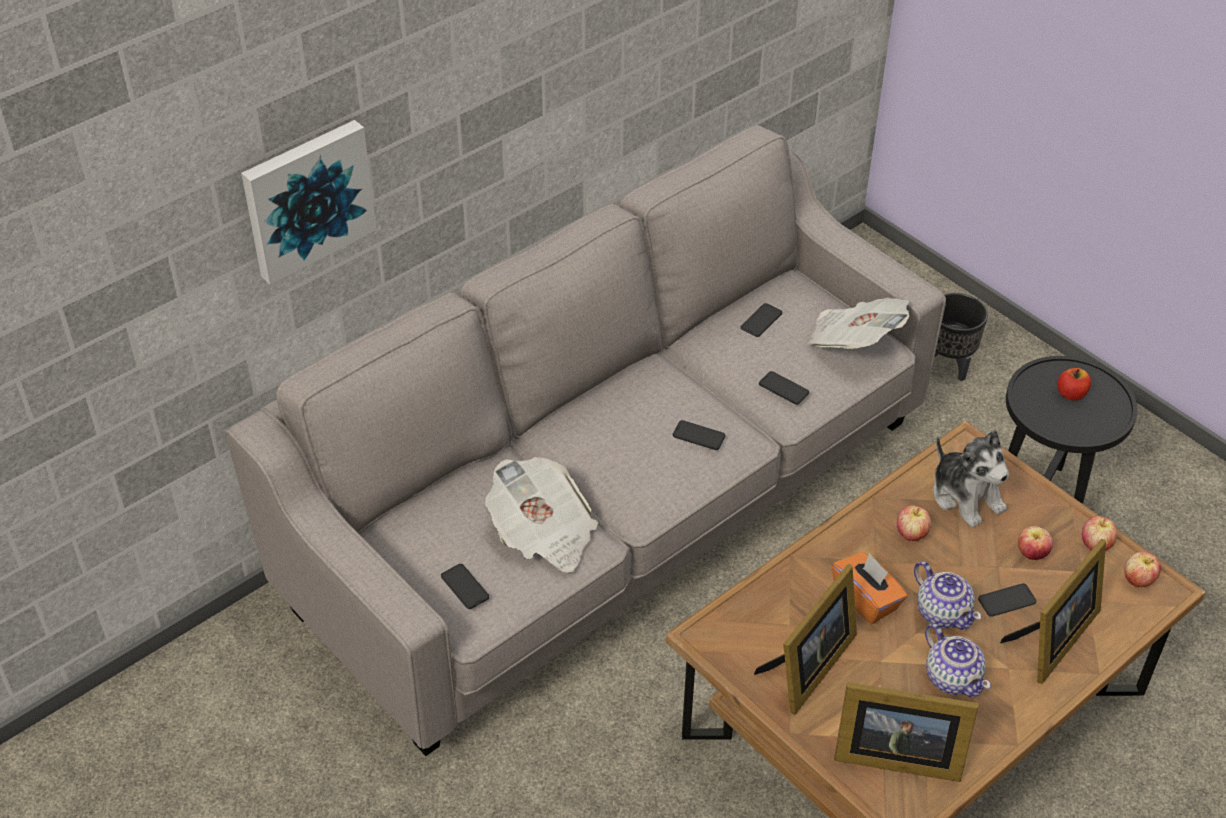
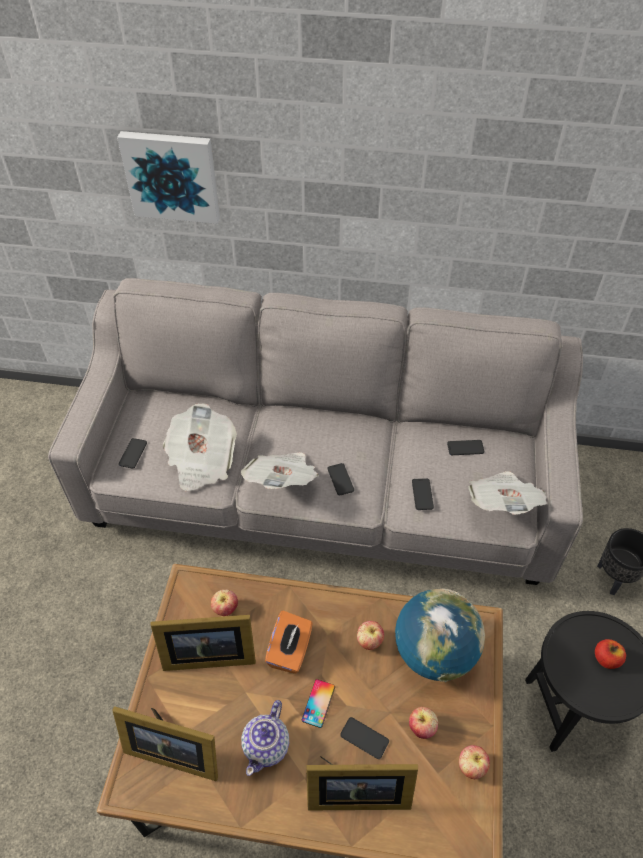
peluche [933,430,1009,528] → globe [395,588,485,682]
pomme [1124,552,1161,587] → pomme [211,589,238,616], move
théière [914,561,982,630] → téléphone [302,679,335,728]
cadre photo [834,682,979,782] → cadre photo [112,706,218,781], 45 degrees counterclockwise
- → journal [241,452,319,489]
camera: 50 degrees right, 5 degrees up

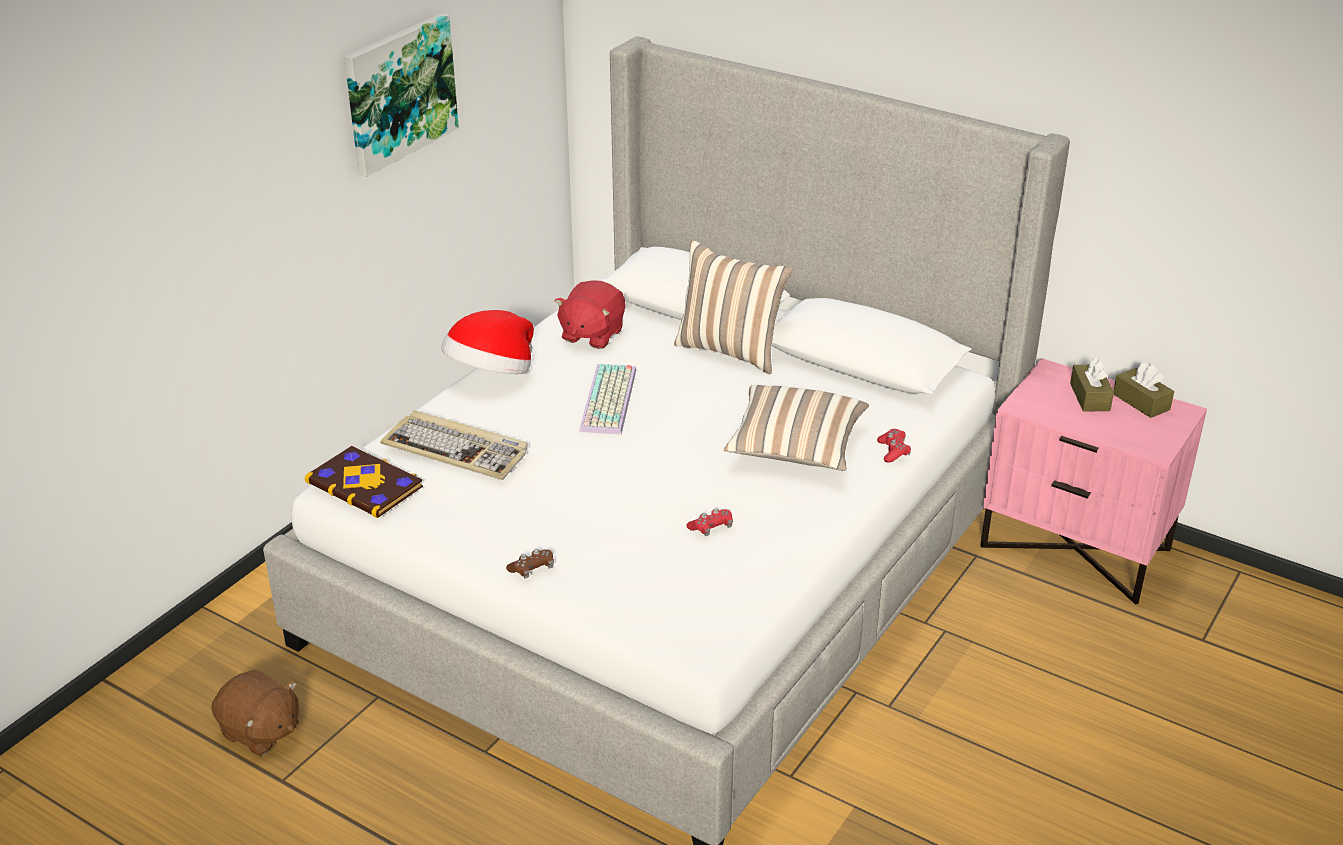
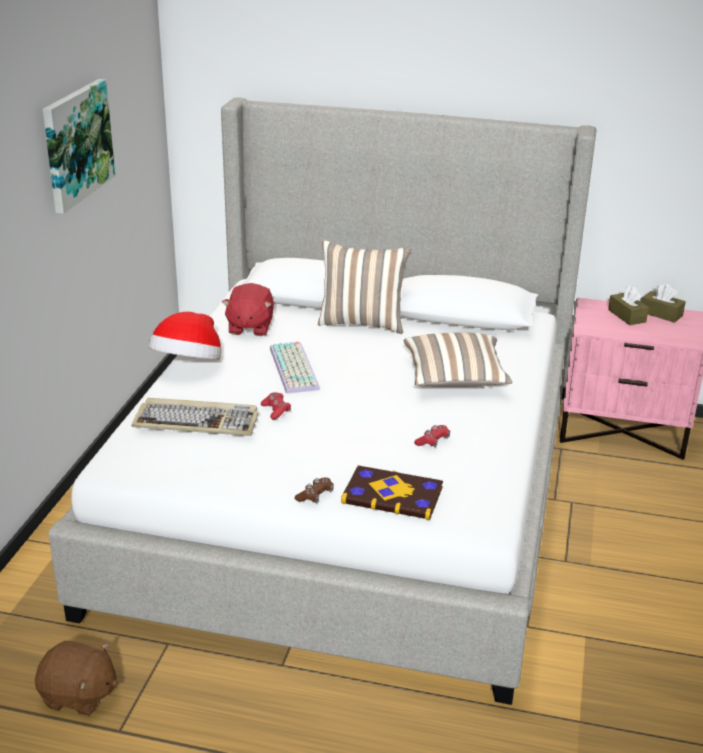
manette (rouge) [877,429,911,463] → manette (rouge) [261,392,291,420], move
livre [305,446,423,518] → livre [341,465,443,520], move
camera: 20 degrees left, 5 degrees down

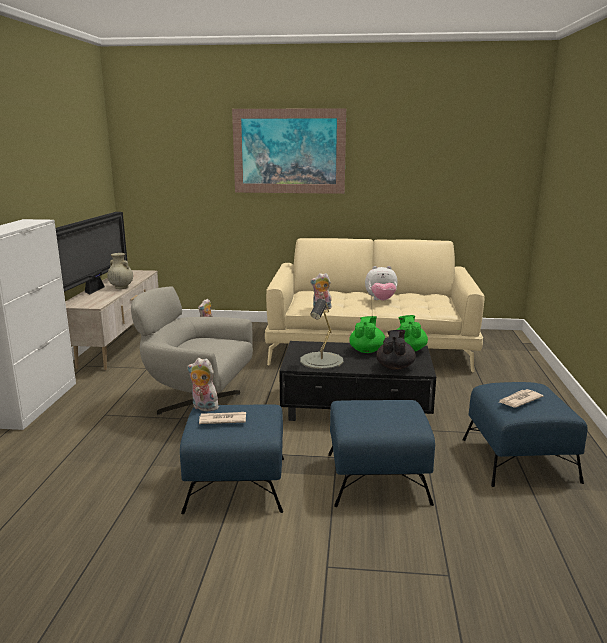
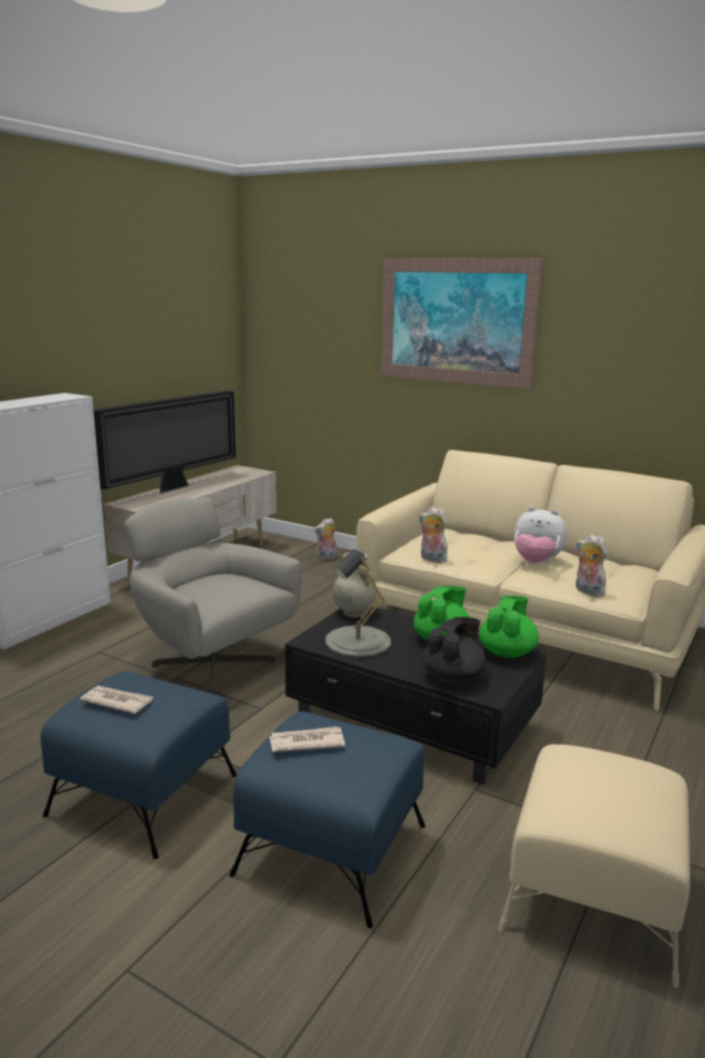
vase (beige) [107,253,133,289] → vase (beige) [333,552,377,618], move
peluche [187,358,219,411] → peluche [576,534,607,597], move
pouf (bleu) [463,382,588,487] → pouf (beige) [498,744,690,988]
journal [498,389,543,408] → journal [269,726,345,752], move
camera: 25 degrees right, 0 degrees up

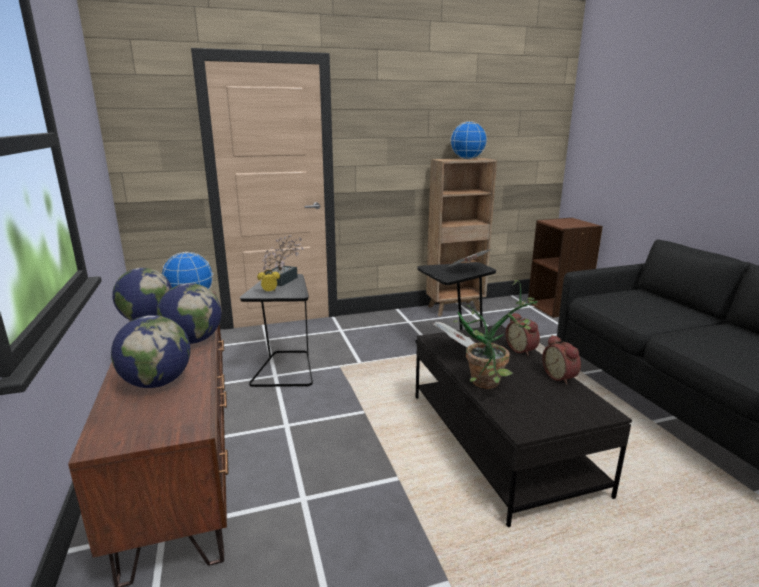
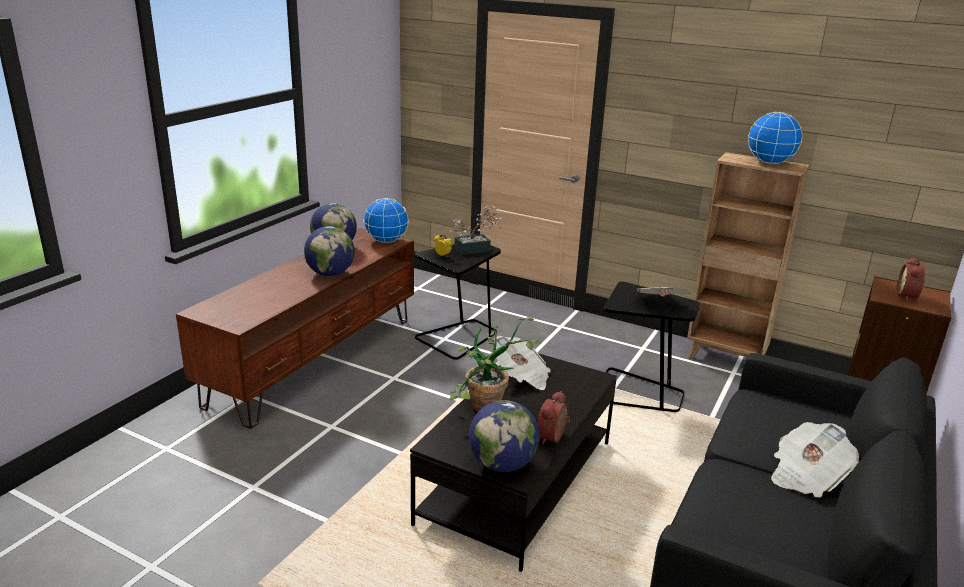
réveil [506,313,540,356] → réveil [897,257,925,301], move
globe [111,315,191,388] → globe [469,400,540,472], move
- → journal [771,422,859,498]
camera: 45 degrees right, 5 degrees up

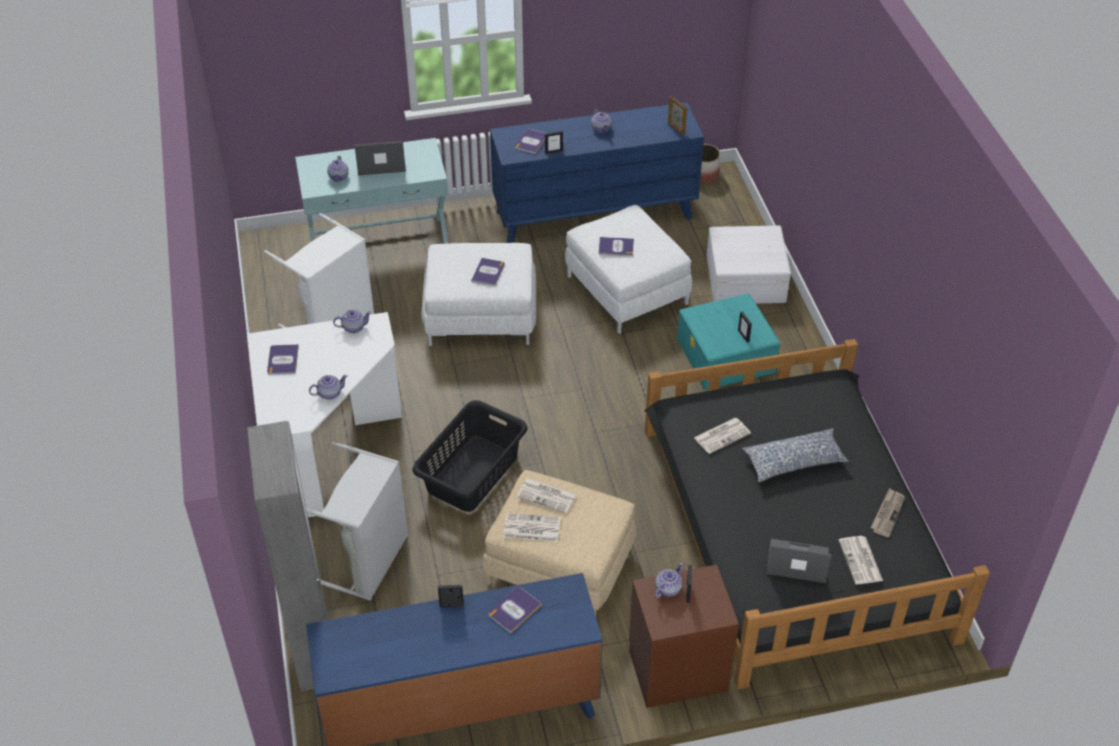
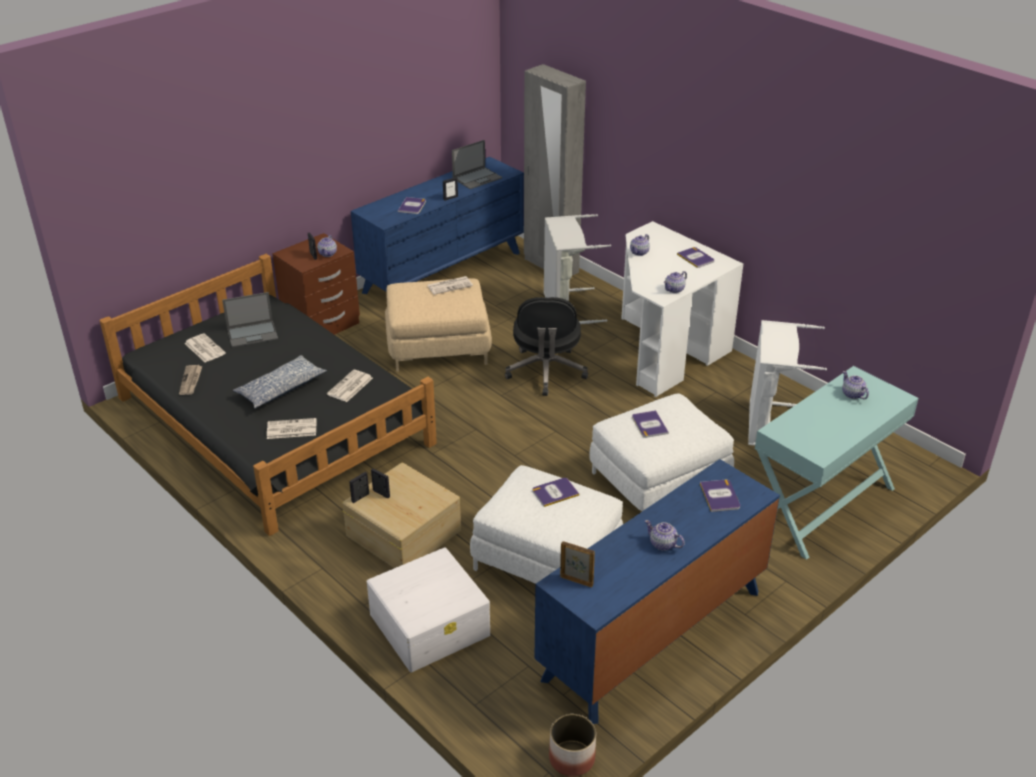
cadre photo [545,131,563,154] → cadre photo [349,472,369,503], move
ordinateur portable [354,141,406,176] → ordinateur portable [452,140,502,189], move
boîte de rangement (turquoise) [677,293,780,390] → boîte de rangement (beige) [342,463,461,568]
panier à linge (noir) [412,400,528,512] → chaise de bureau (noir) [505,297,588,396]
journal [517,478,577,513] → journal [267,418,316,439], move
camera: 150 degrees right, 10 degrees down

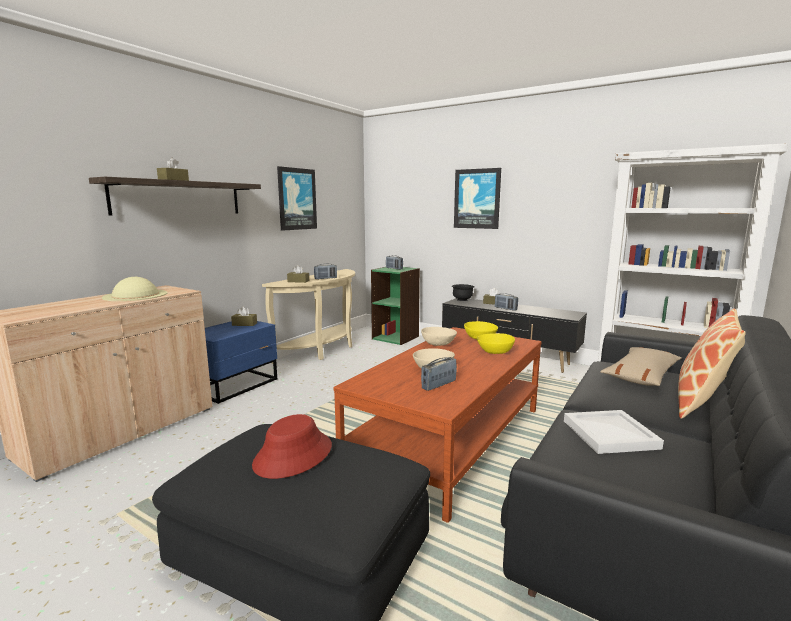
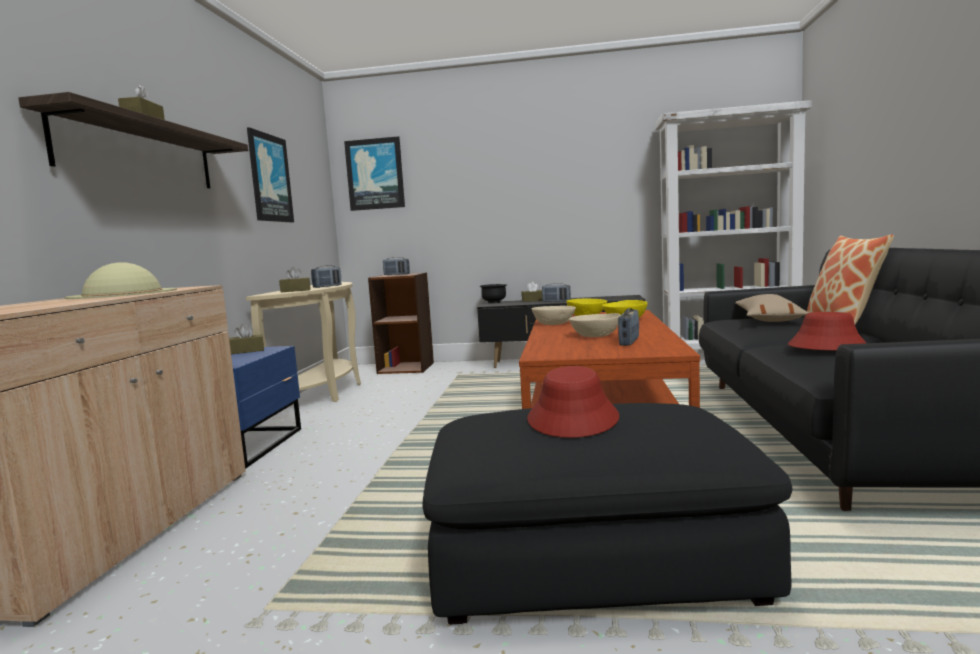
tableau [454,168,501,229] → tableau [344,136,405,211], move
bibliothèque (vert) [371,267,420,345] → bibliothèque (marron) [368,272,434,374]
plateau (blanc) [564,410,664,454] → chapeau (rouge) [788,312,866,350]
camera: 25 degrees left, 5 degrees down

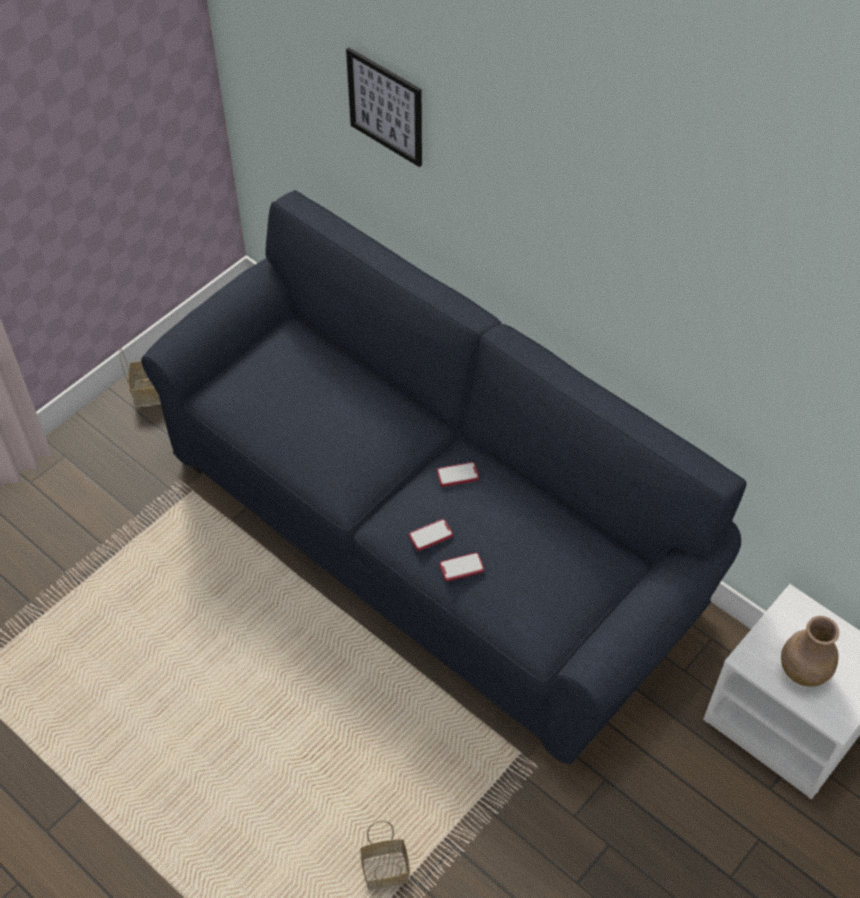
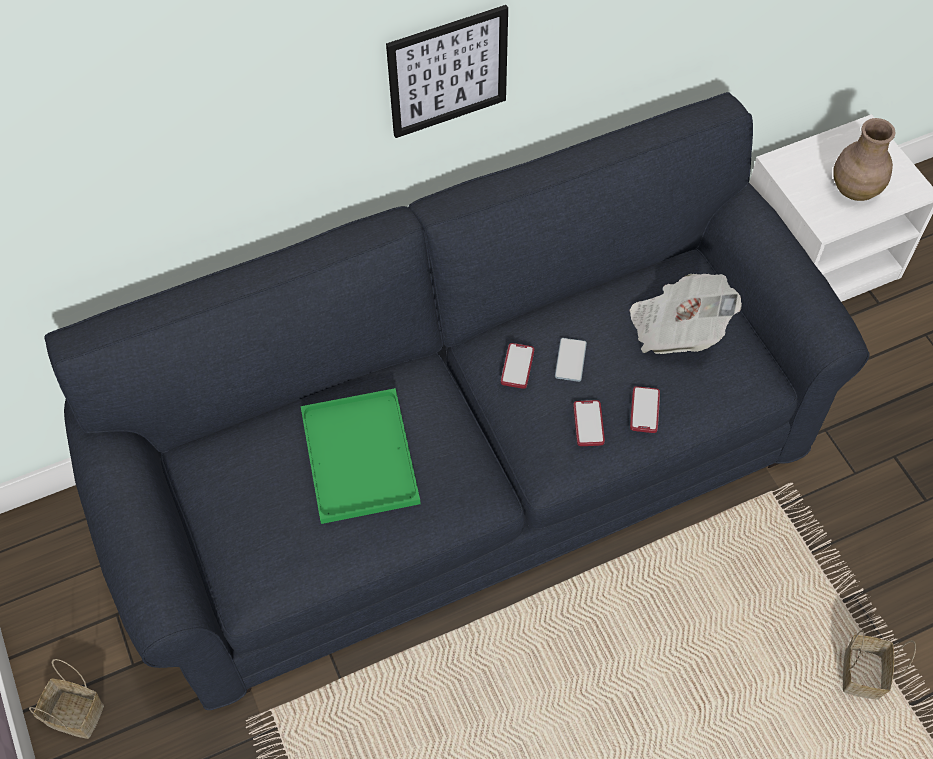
tableau [346,47,422,167] → tableau [386,5,508,138], move
- → journal [629,273,742,354]
- → téléphone [555,338,587,382]
- → plateau (vert) [301,388,421,524]
camera: 65 degrees left, 5 degrees up

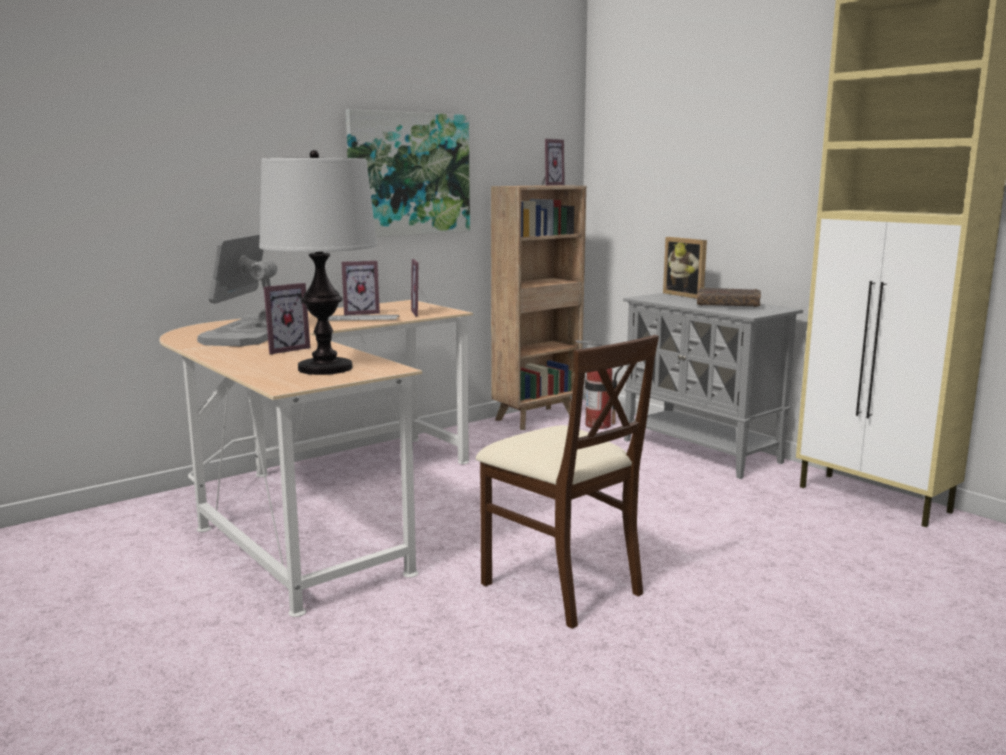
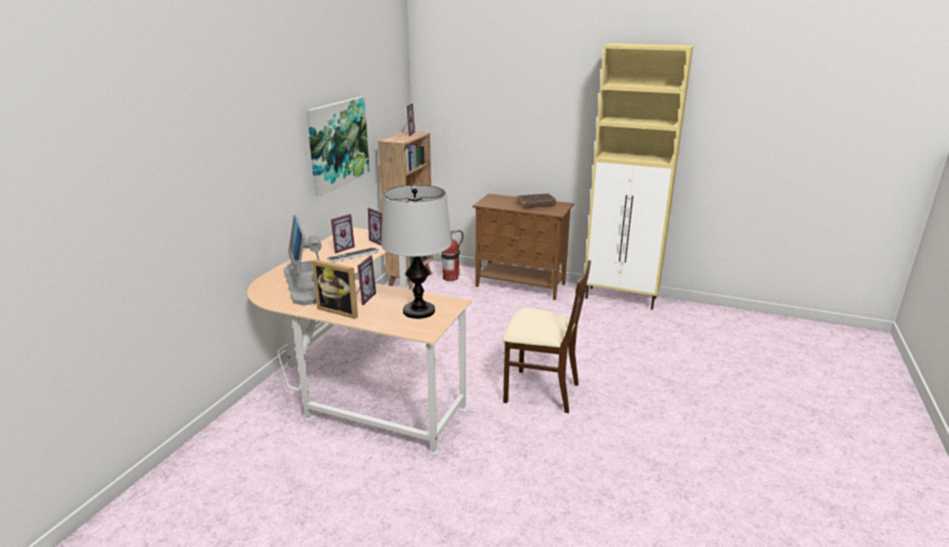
cadre photo [663,237,707,299] → cadre photo [312,260,358,319], move
meuble de rangement (gris) [623,293,803,479] → meuble de rangement (marron) [473,194,574,300]
camera: 30 degrees left, 10 degrees up

